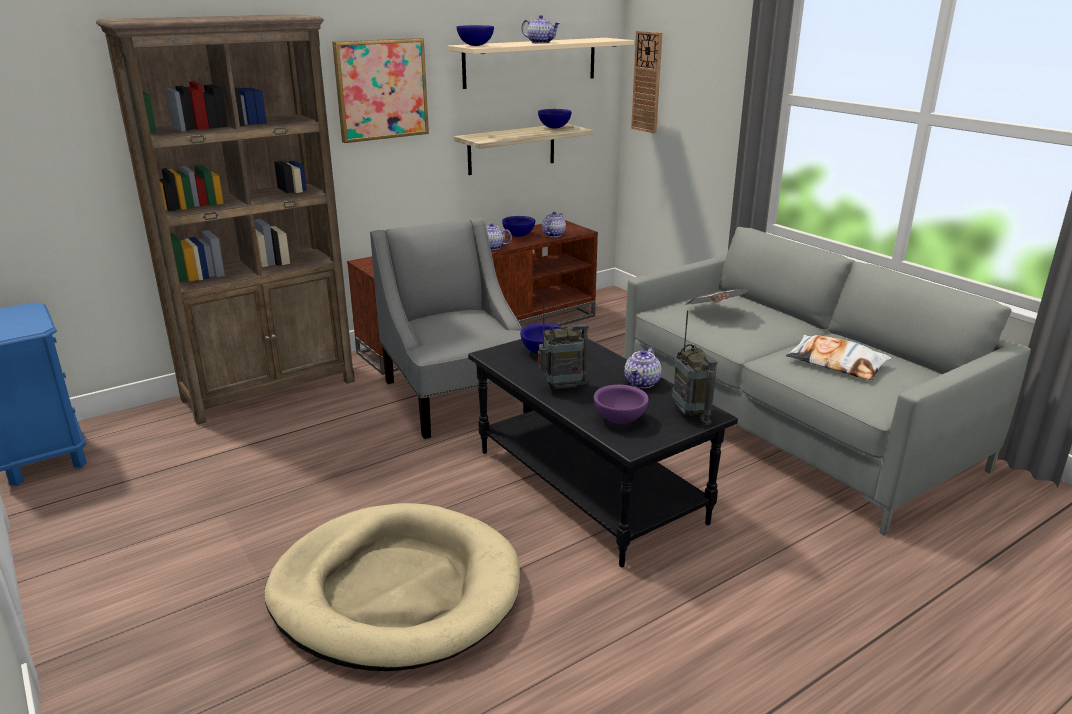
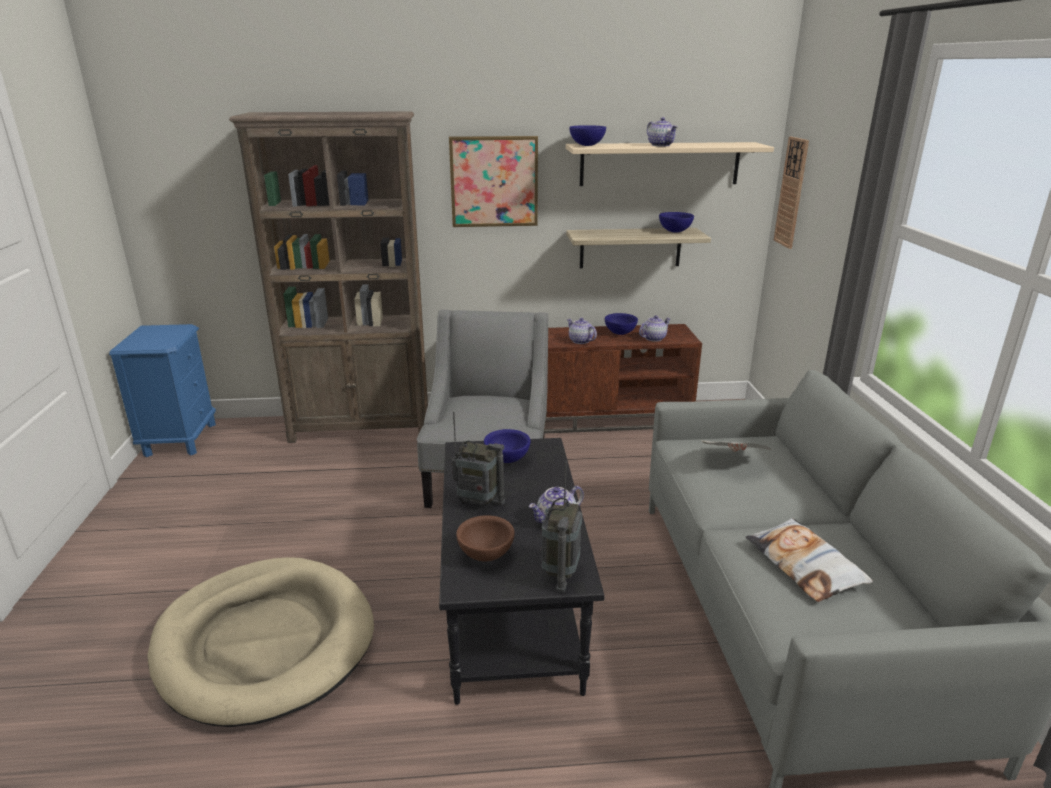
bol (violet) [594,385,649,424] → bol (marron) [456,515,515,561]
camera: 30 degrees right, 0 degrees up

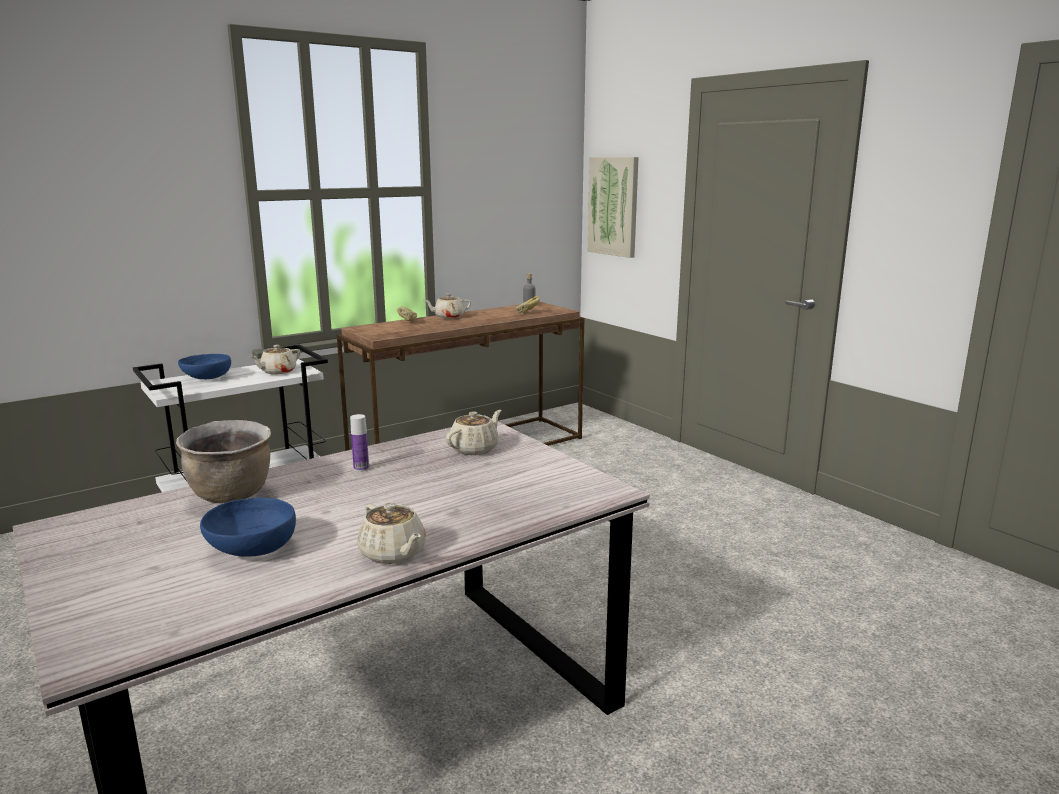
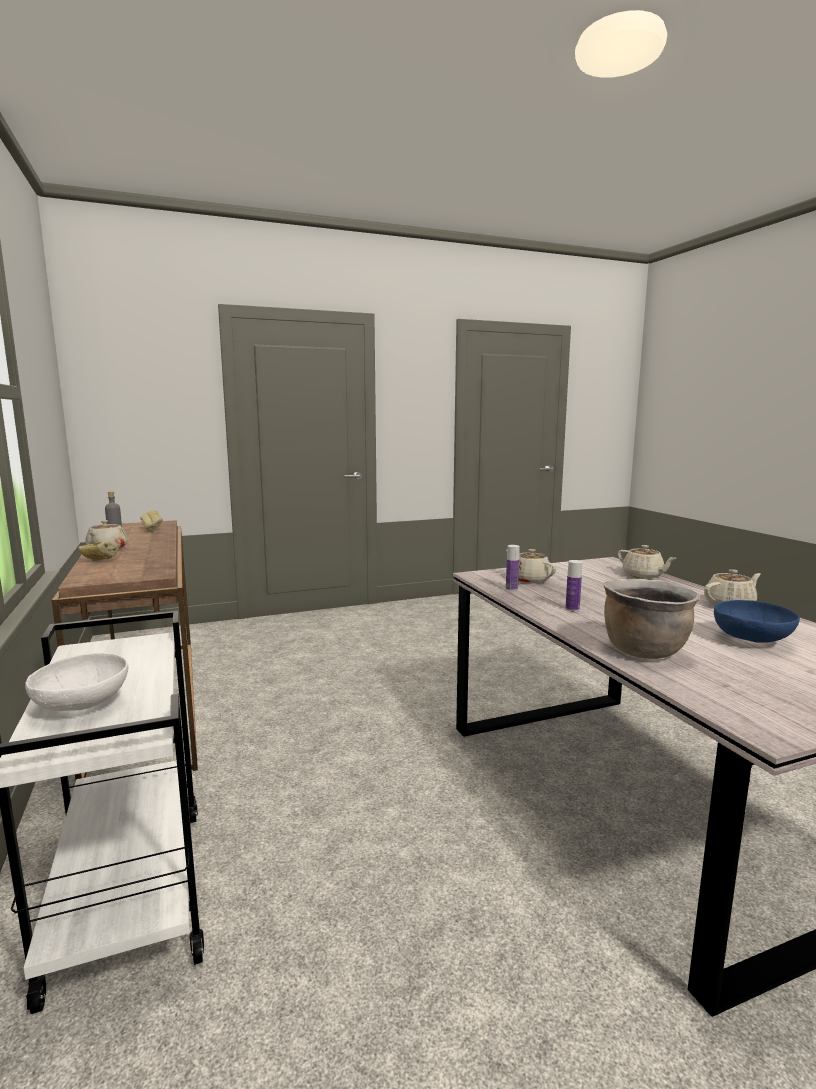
tableau [588,157,638,258] → -
théière (beige) [250,345,301,375] → théière (beige) [618,545,677,579], move
bol (bleu) [178,354,231,379] → bol (blanc) [25,653,128,711]
- → bouteille [506,545,520,591]
camera: 75 degrees left, 5 degrees down

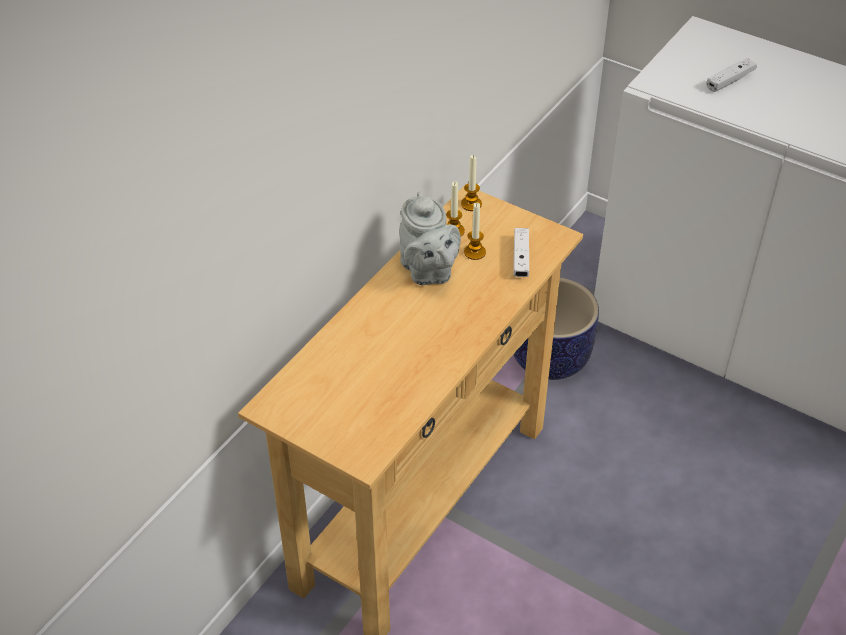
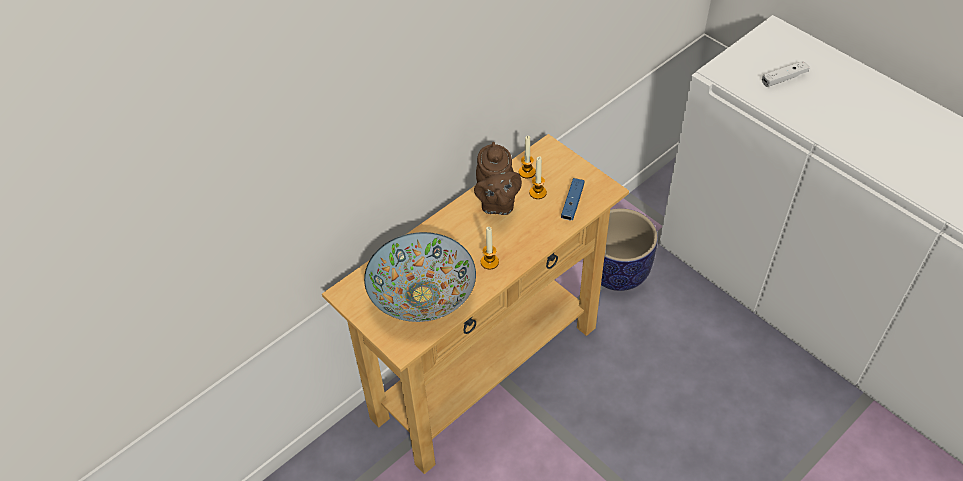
bougie [461,155,482,211] → bougie [481,227,499,270], move
théière (gris) [399,191,461,285] → théière (marron) [474,142,522,215]
manette (blanc) [513,228,529,277] → manette (bleu) [561,178,584,220]
- → bol [364,232,476,322]
camera: 15 degrees right, 5 degrees up

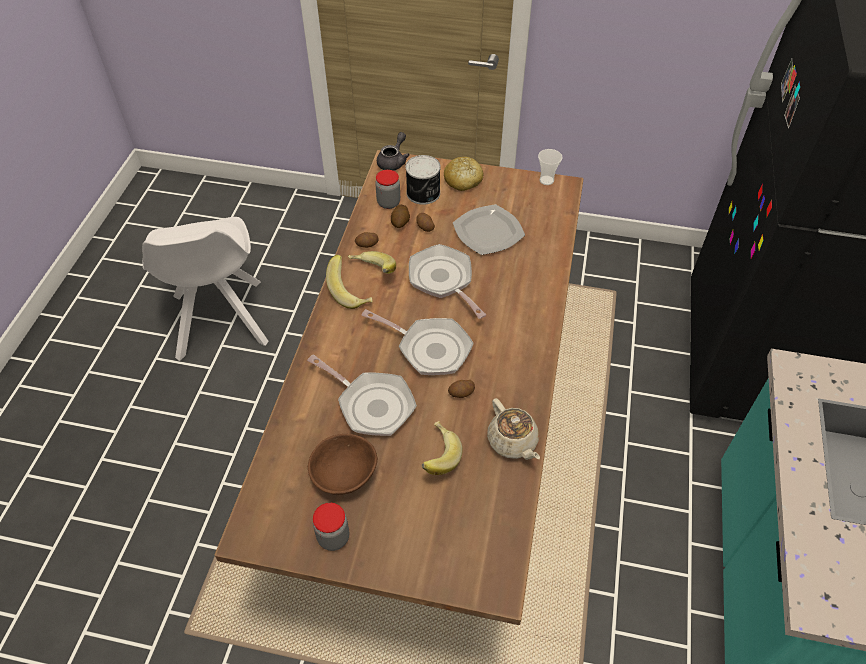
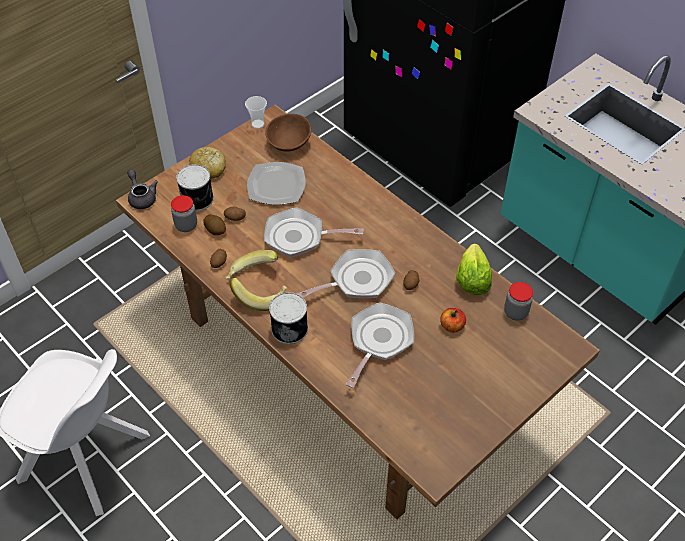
poêle [307,354,417,436] → poêle [346,302,414,388], 45 degrees counterclockwise
théière (beige) [487,398,540,460] → laitue [456,244,492,295]
banane [422,421,463,475] → pomme [440,308,466,333]
bol (marron) [308,434,378,495] → bol (marron) [265,114,312,152], move
bocal [313,503,349,551] → bocal [504,282,533,321], move
- → boîte métallique [269,292,308,344]
camera: 55 degrees left, 0 degrees up

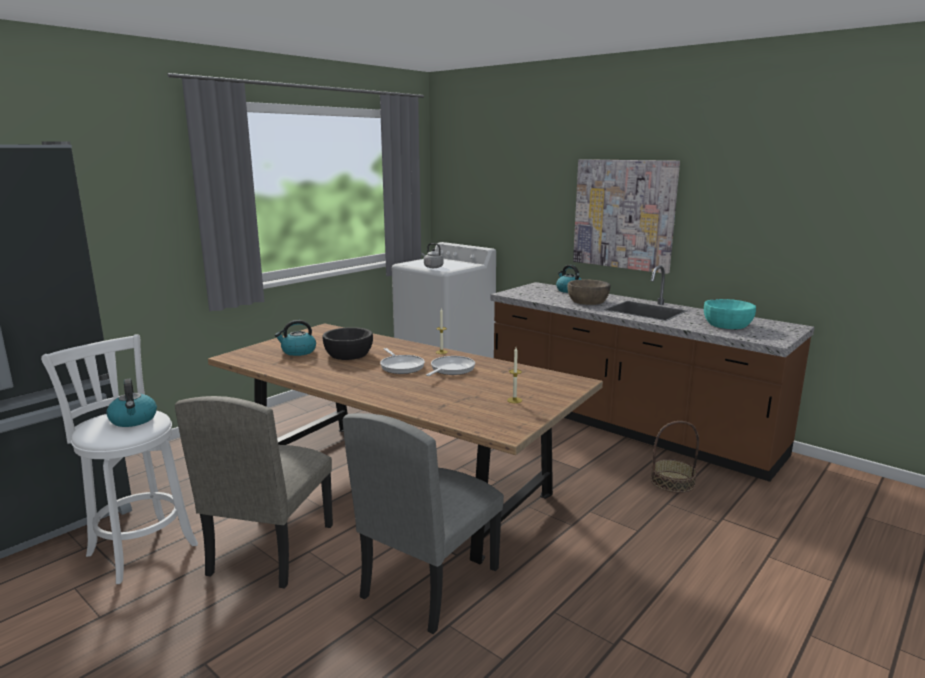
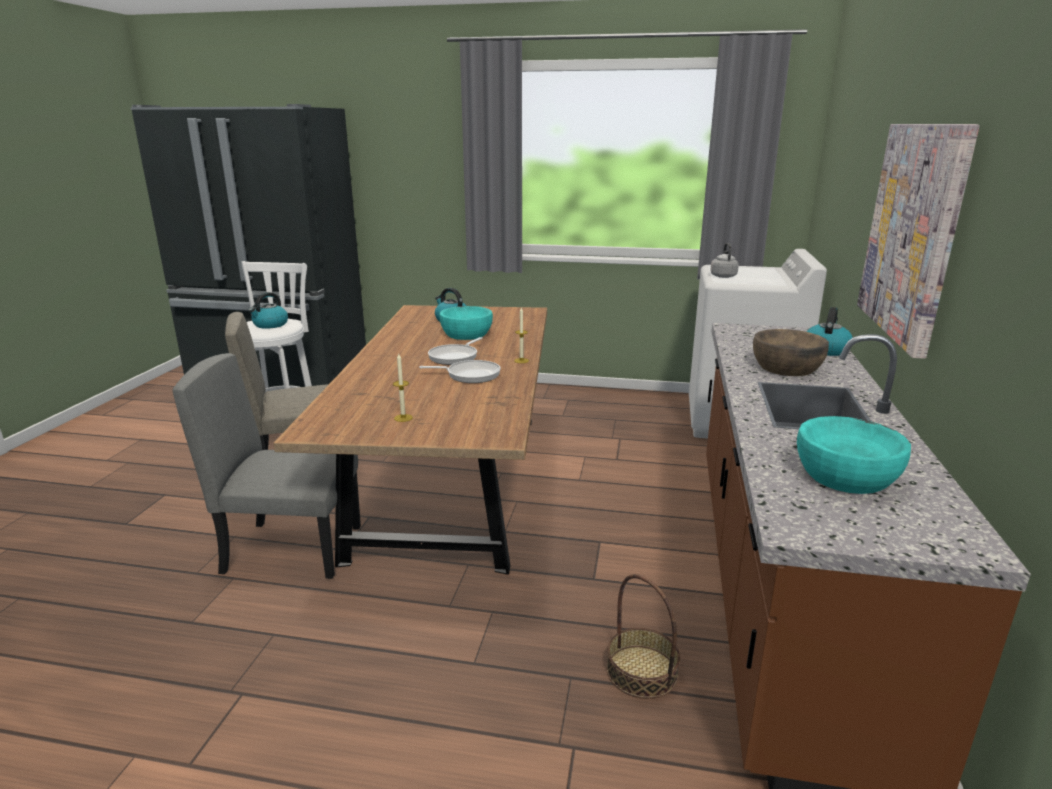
bol (noir) [322,327,373,360] → bol (turquoise) [440,306,493,340]
camera: 60 degrees right, 5 degrees up

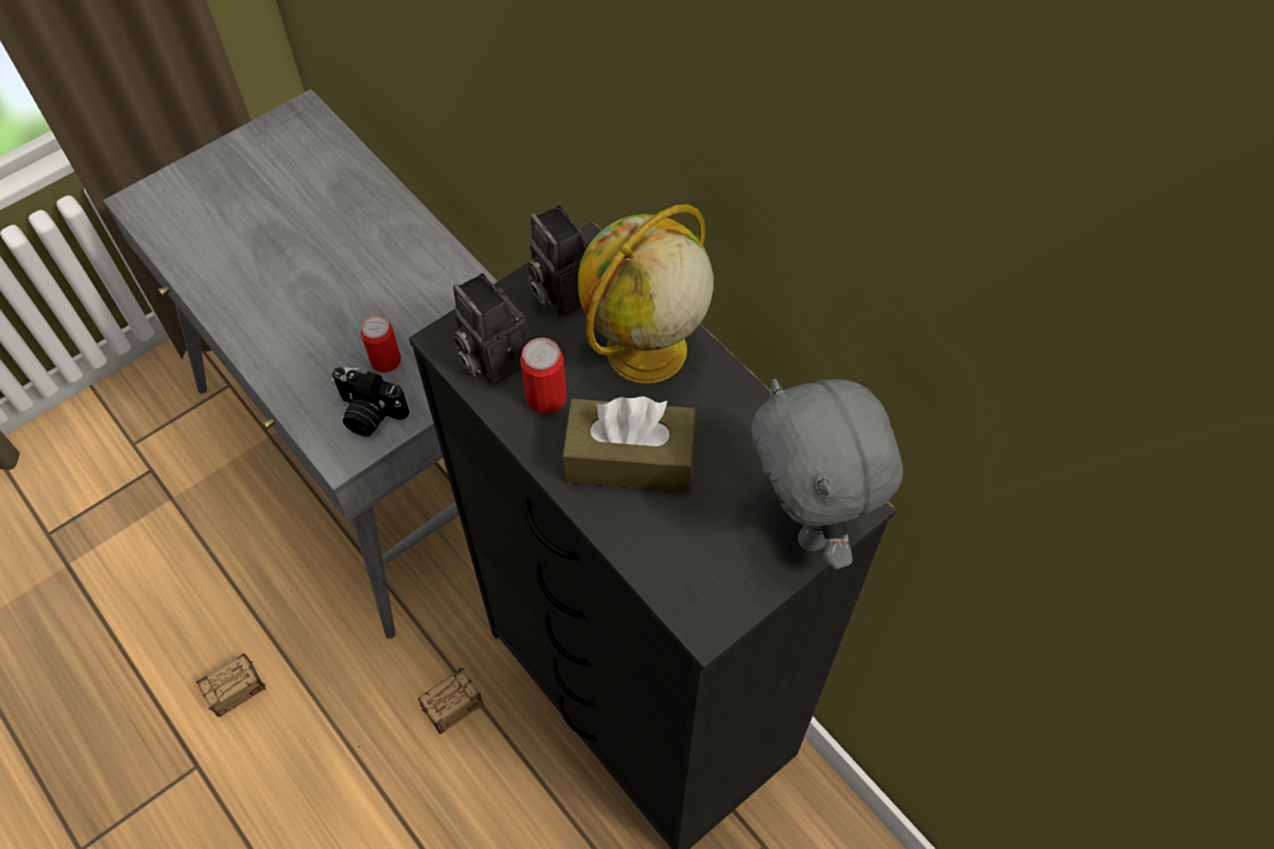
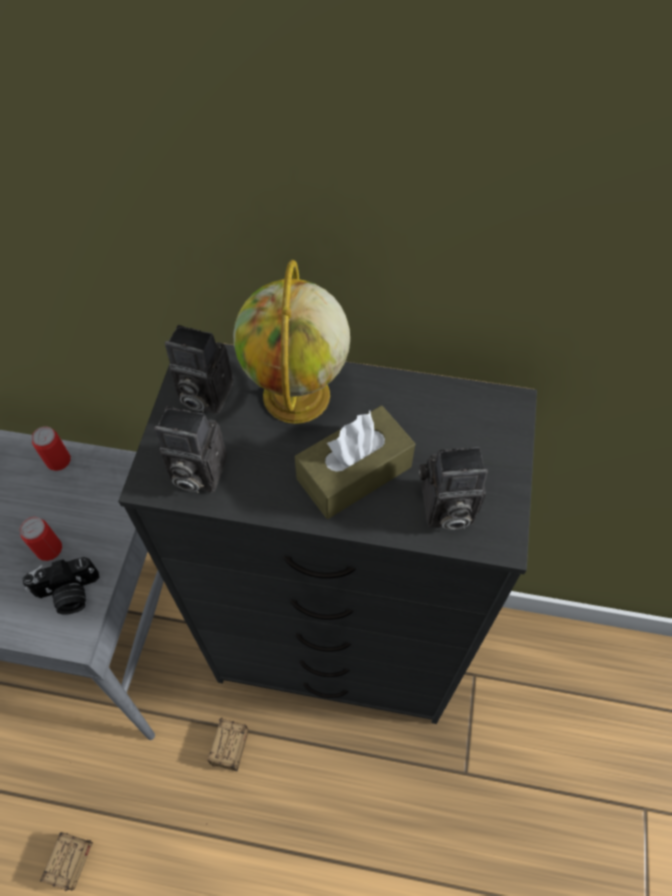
boîte métallique [520,338,567,414] → boîte métallique [32,426,71,471], move
peluche (gris) [751,379,903,569] → -
- → appareil photo [419,447,488,530]
camera: 40 degrees left, 0 degrees up

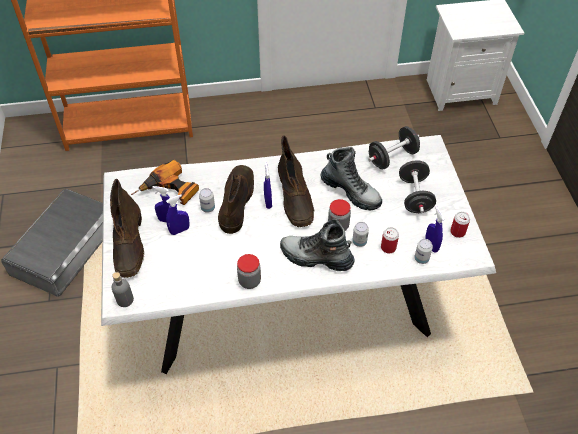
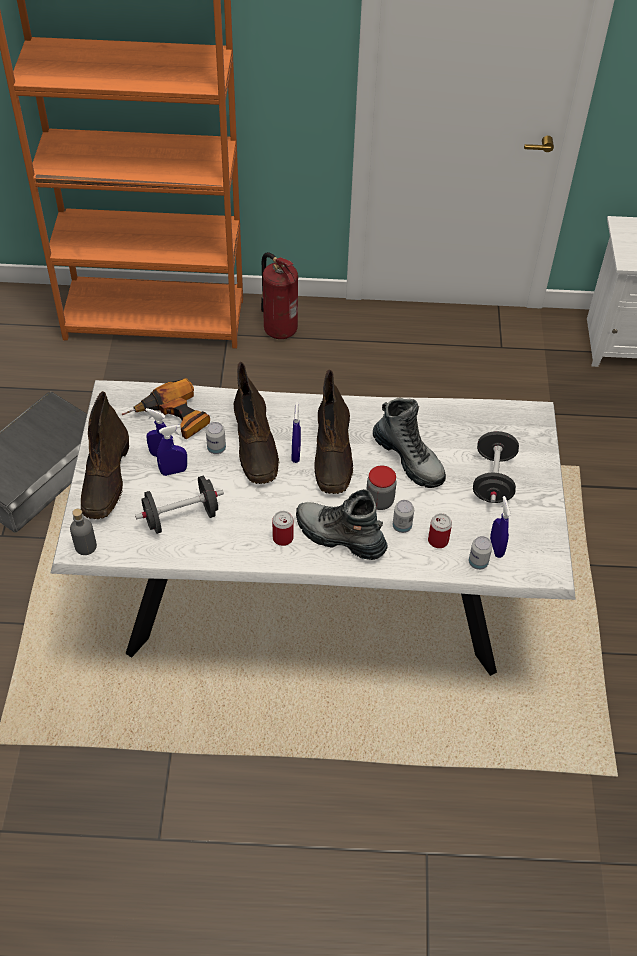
haltère (noir) [369,126,420,169] → haltère (noir) [135,476,224,534], move
botte (marron) [218,165,254,234] → botte (marron) [234,362,280,484], 150 degrees clockwise
boîte métallique [450,211,470,238] → boîte métallique [272,511,294,546], move
bocal [237,254,261,289] → -
- → extincteur [261,252,298,339]
camera: 10 degrees right, 0 degrees up

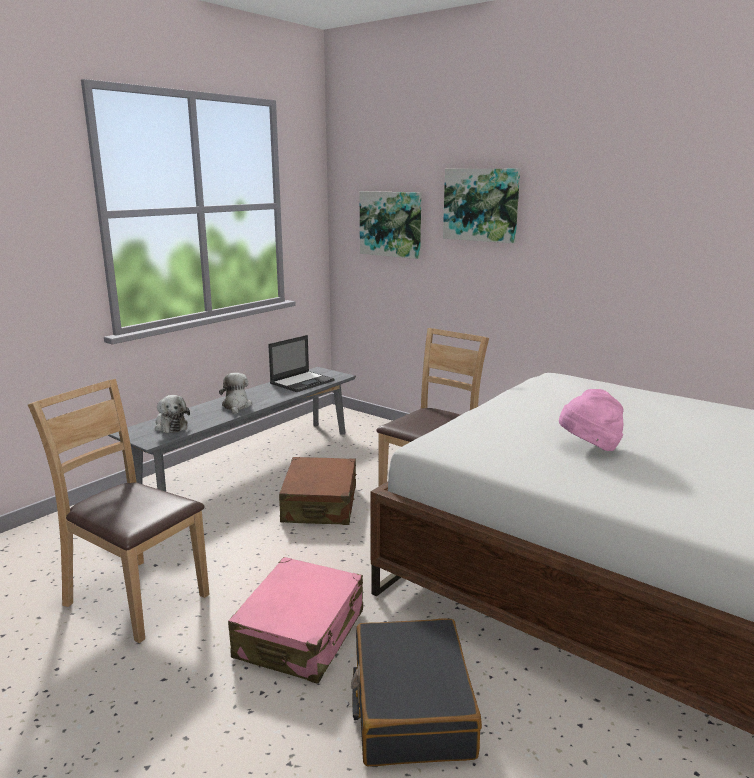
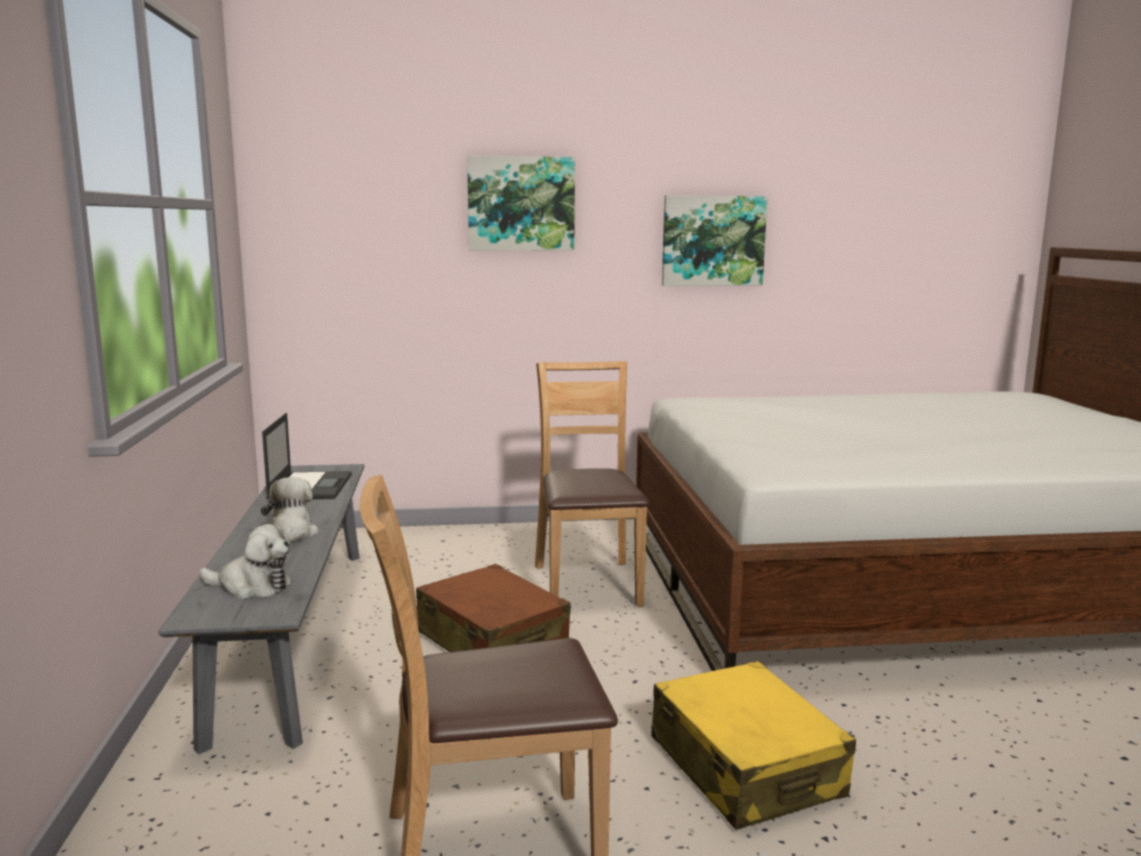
tableau [359,191,421,259] → tableau [662,195,768,286], move
peluche [219,373,252,414] → peluche [261,477,319,545], 45 degrees clockwise
chapeau (rose) [559,389,624,451] → -
valise (rose) [228,557,363,683] → valise (jaune) [651,661,856,830]
valise (noir) [351,619,482,766] → -
camera: 45 degrees left, 5 degrees down

